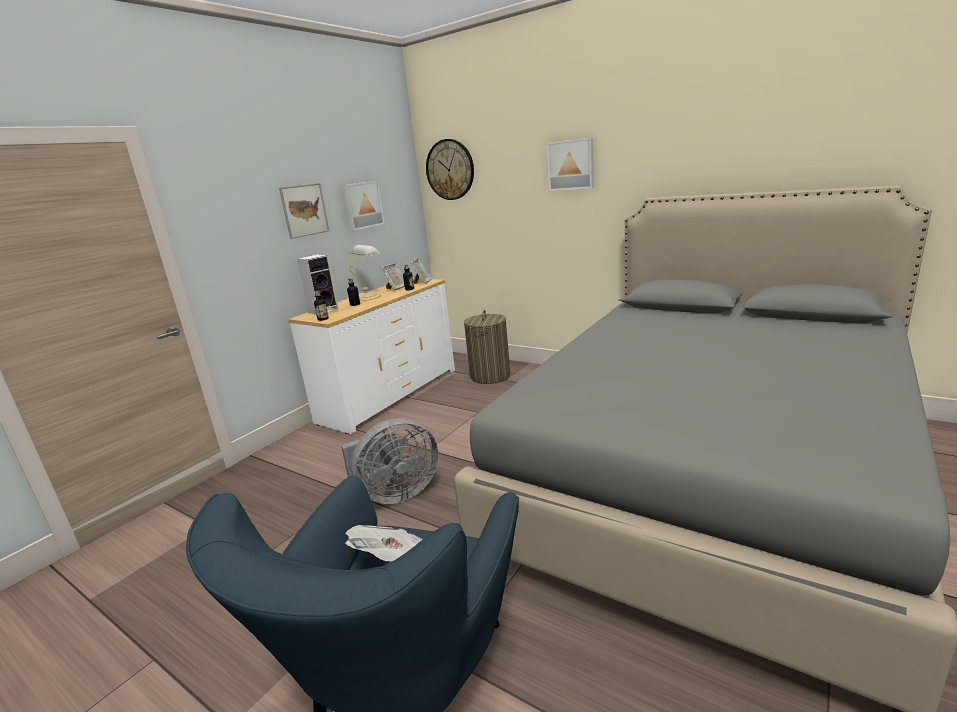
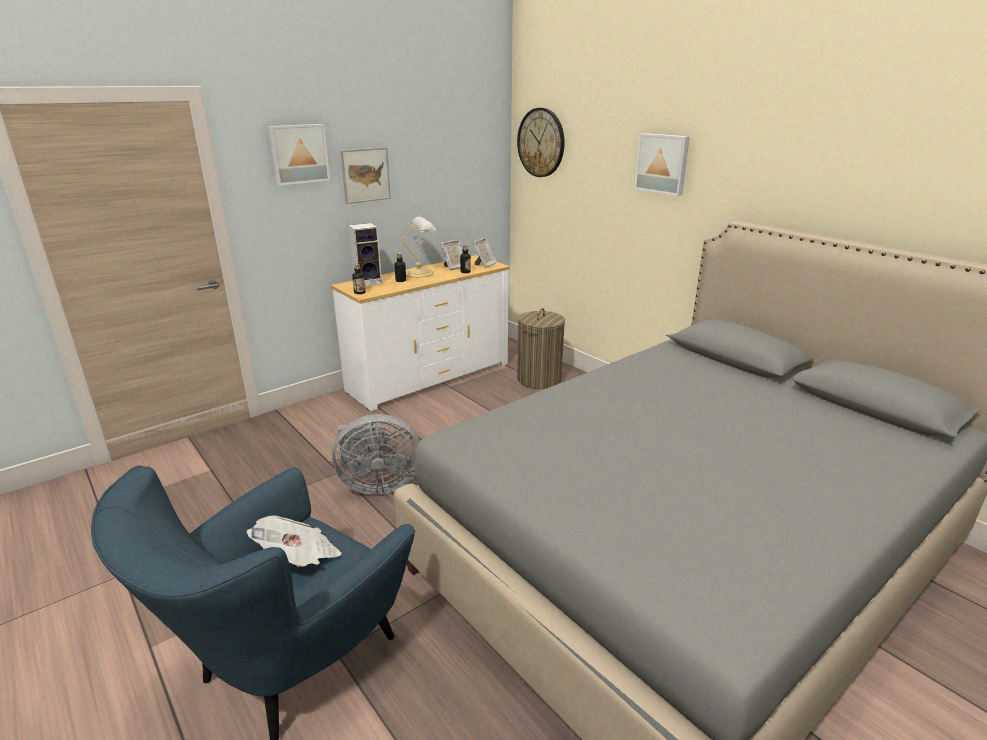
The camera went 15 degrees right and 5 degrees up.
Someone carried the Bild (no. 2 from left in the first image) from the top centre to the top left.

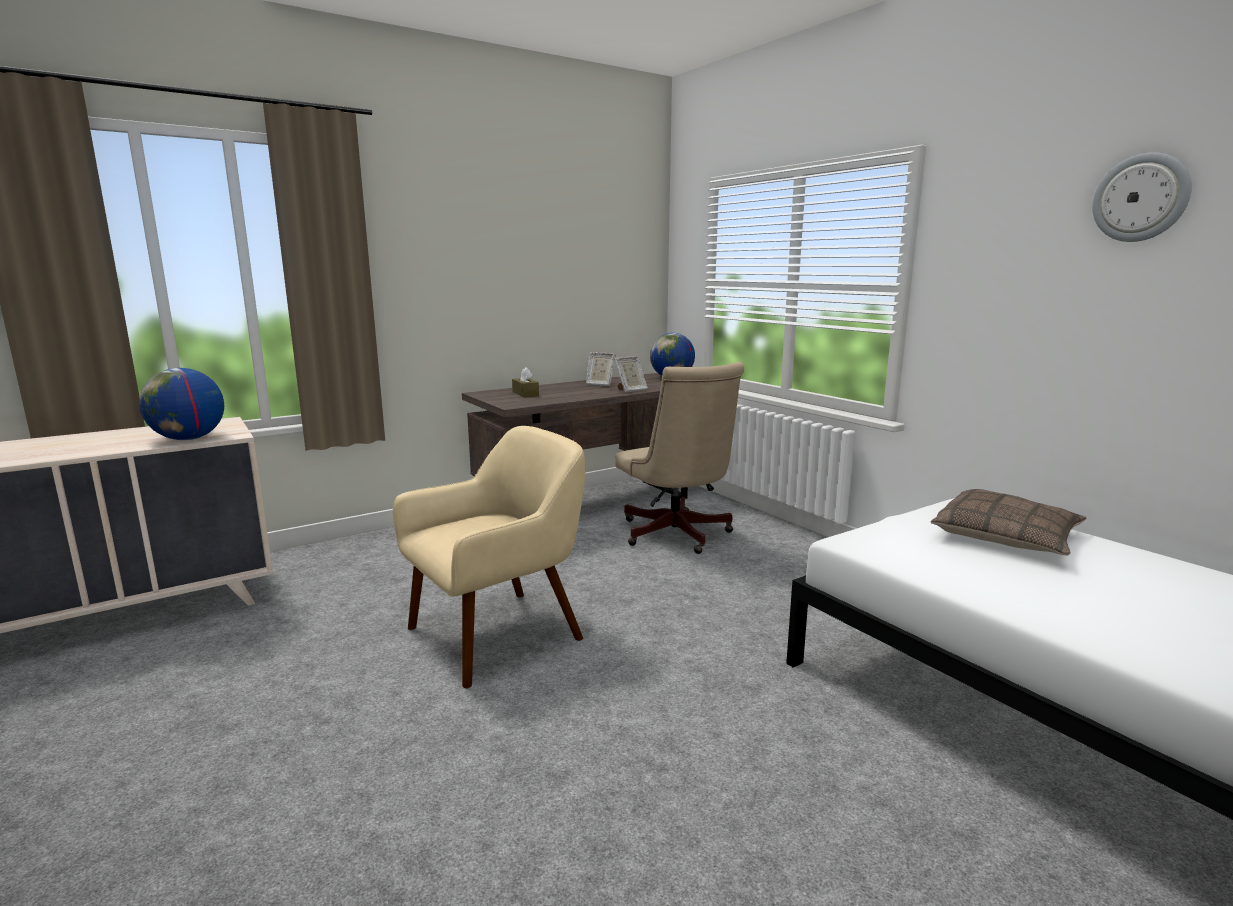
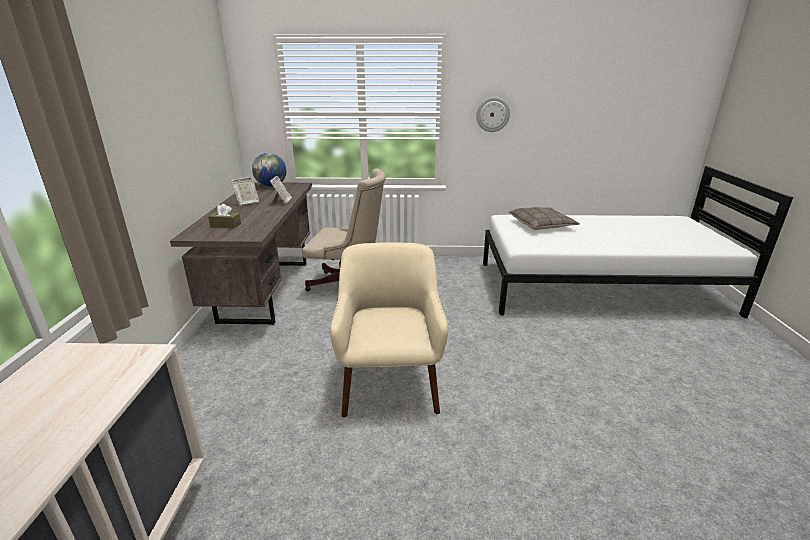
The camera went 55 degrees left and 10 degrees up.
Someone carried the Wanduhr from the top right to the top centre.
Someone took away the Globus (no. 1 from left) at the middle left.

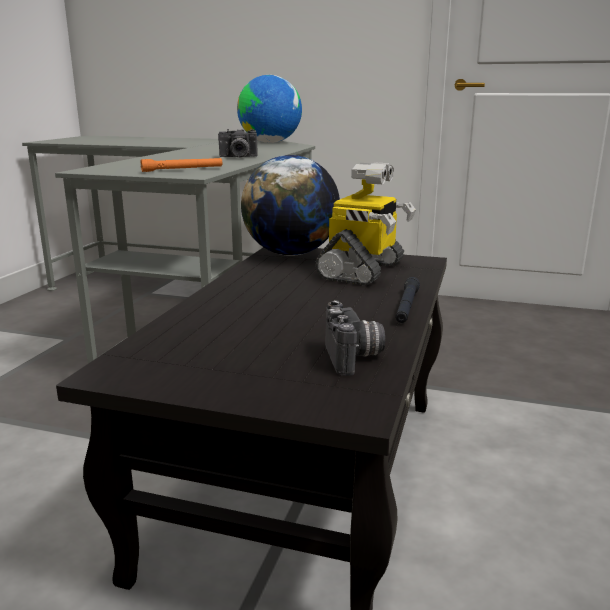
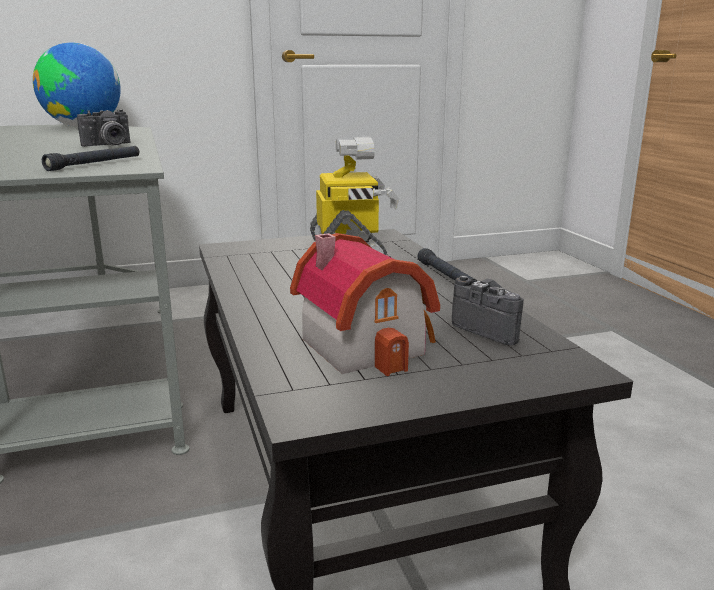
The camera went 35 degrees left and 0 degrees up.
Someone took away the Globus (no. 2 from left) at the centre.
Someone repainted the Taschenlampe [orange] at the top left, which became the Taschenlampe [schwarz] (no. 1 from left) at the top left.
Someone put down the Spielzeughaus at the centre.

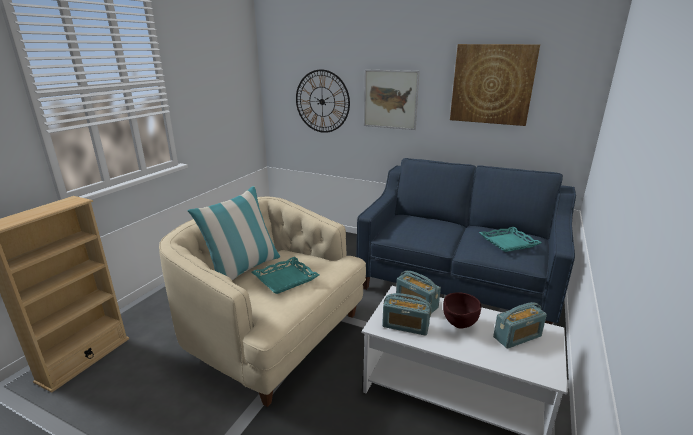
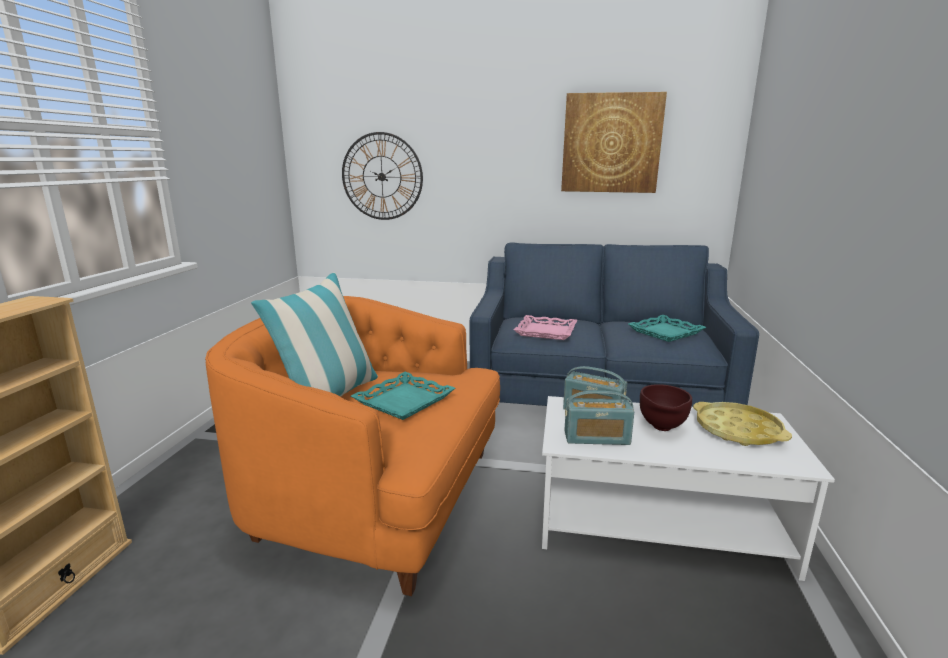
The camera went 15 degrees left and 5 degrees down.
Someone took away the Bild (no. 1 from left) at the top centre.
Someone repainted the Sessel [beige] at the bottom centre, which became the Sessel [orange] at the bottom centre.
Someone swapped the Radio (no. 3 from left) at the bottom right for the Tablett [gelb] at the middle right.
Someone put down the Tablett [rosa] at the centre.

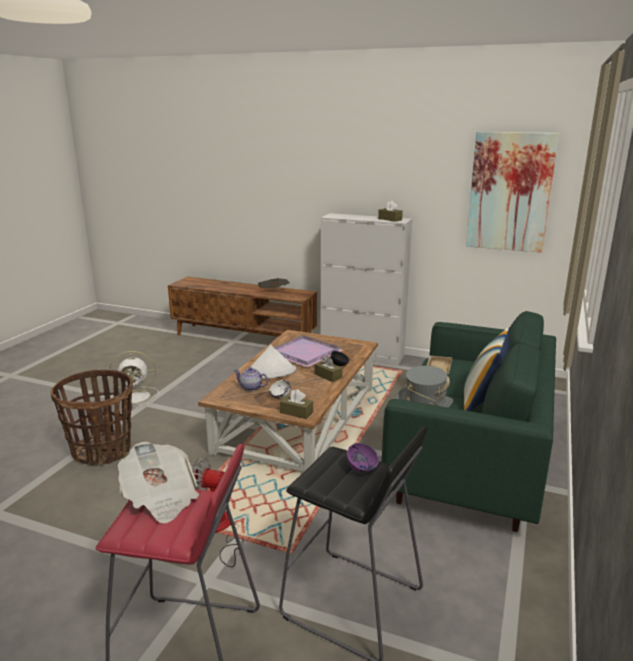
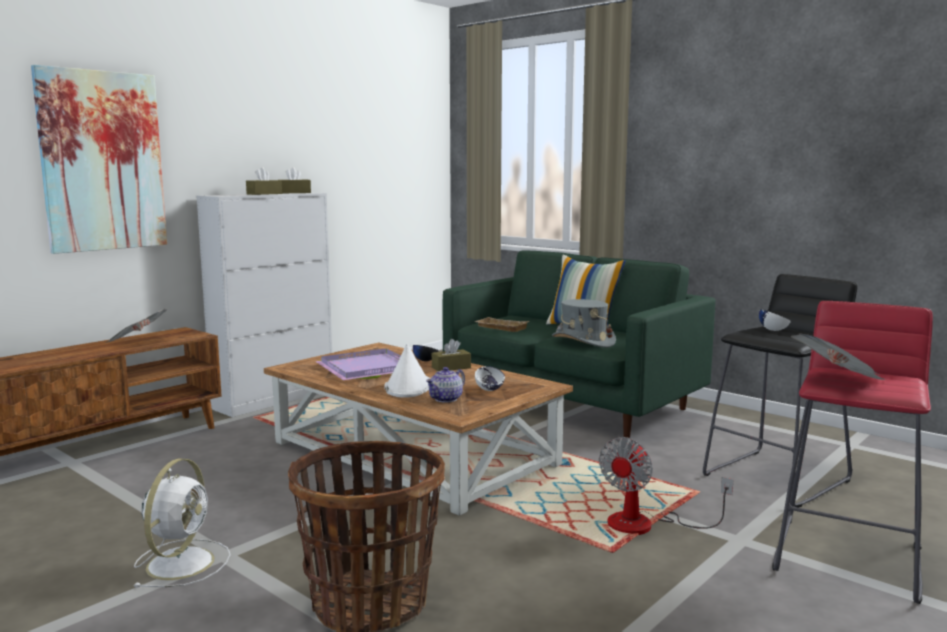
The camera went 70 degrees left and 10 degrees down.
Someone carried the Bild from the top right to the top left.
Someone carried the Taschentuchbox [braun] (no. 1 from left) from the centre to the top left.
Someone repainted the Schüssel [lila] at the bottom centre, which became the Schüssel [weiß] (no. 2 from left) at the middle right.

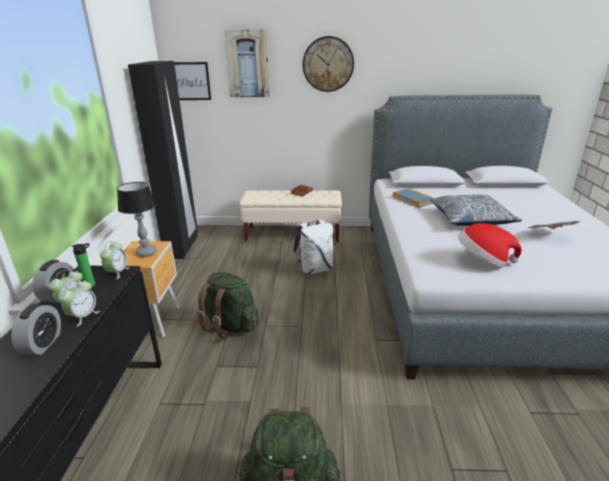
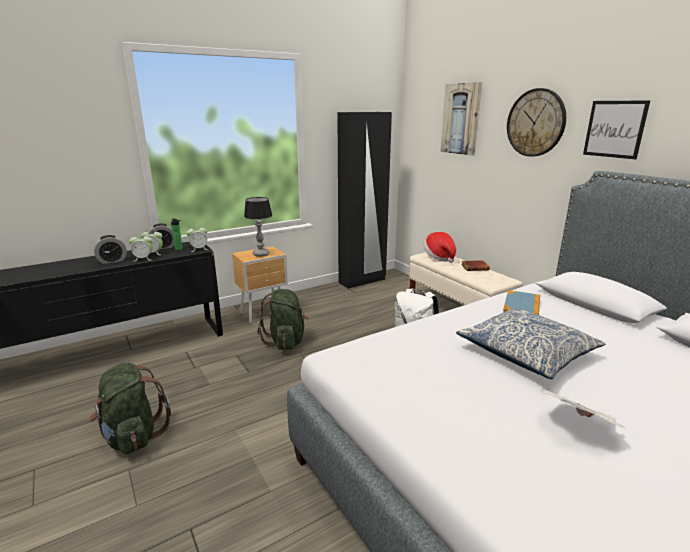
The camera went 55 degrees right and 5 degrees down.
Someone carried the Bild (no. 1 from left in the first image) from the top left to the top right.
Someone carried the Hut from the middle right to the centre.

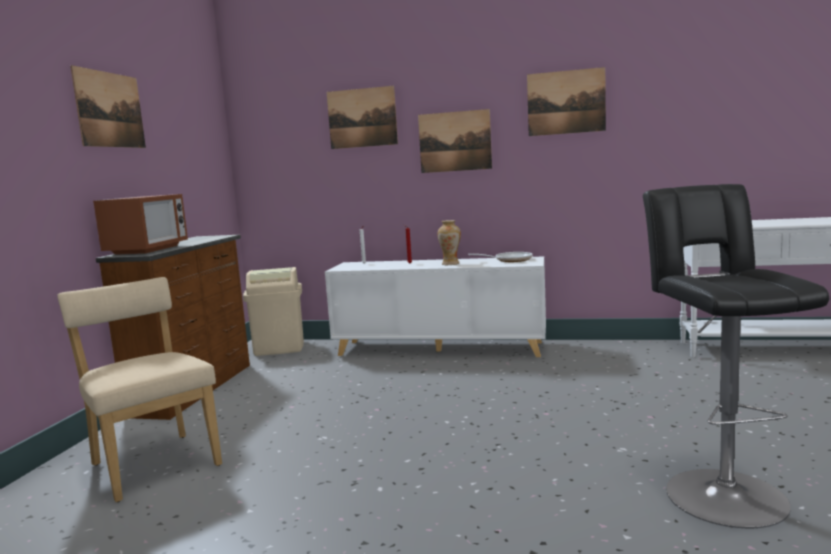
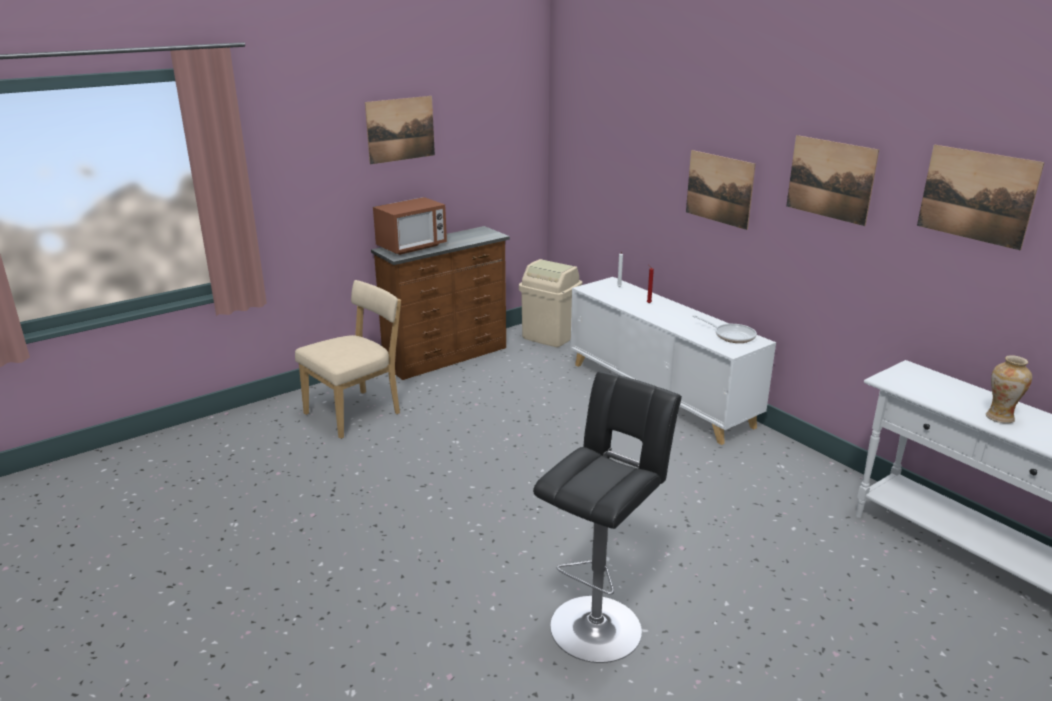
The camera went 40 degrees right and 15 degrees up.
Someone carried the Bild (no. 2 from left in the first image) from the top centre to the top right.
Someone carried the Vase from the centre to the middle right.
Someone rotated the Stuhl [beige] at the bottom left by 45 degrees clockwise.

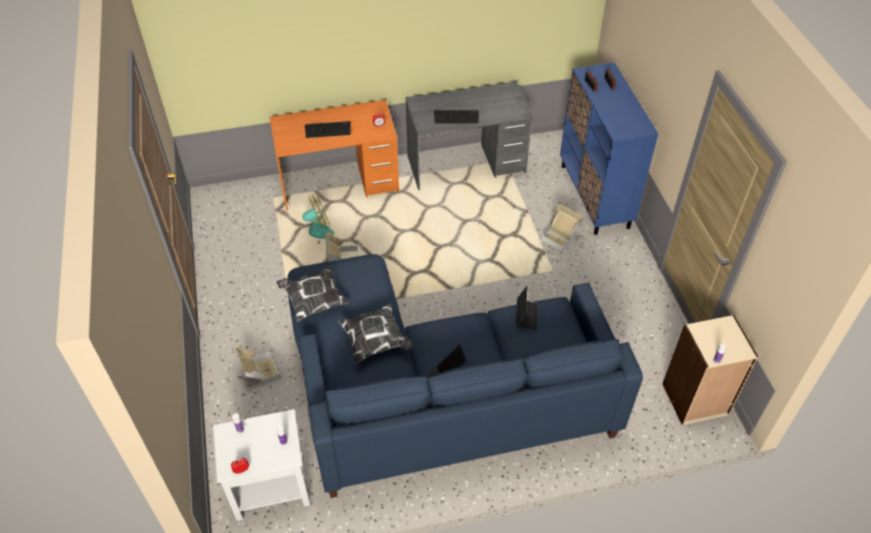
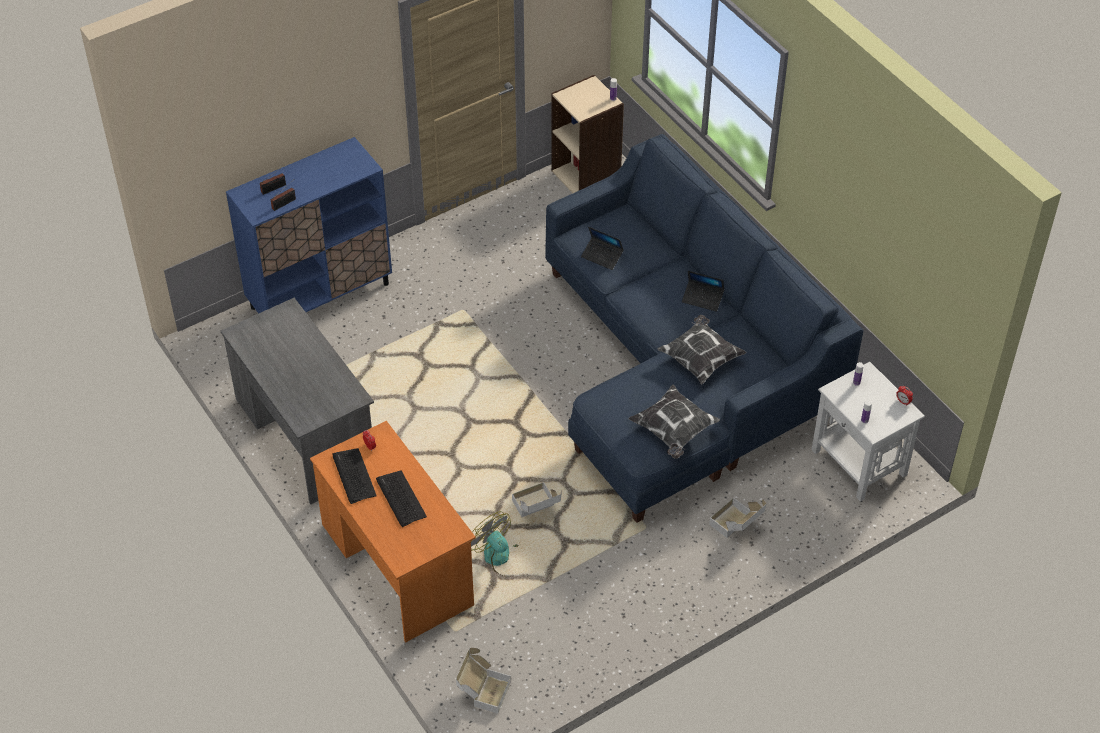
The camera went 110 degrees left and 0 degrees up.
Someone carried the Tastatur (no. 2 from left in the first image) from the top centre to the middle left.
Someone carried the Karton (no. 3 from left in the first image) from the centre to the bottom centre.
Someone rotated the Laptop (no. 2 from left in the first image) at the centre by 135 degrees counterclockwise.

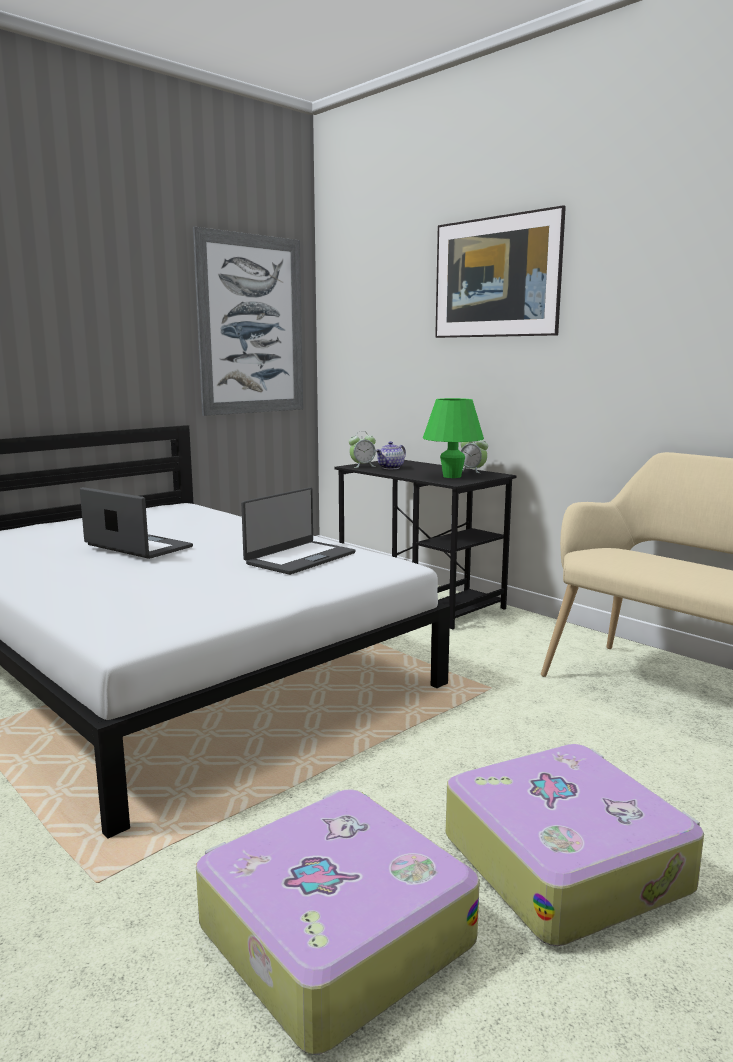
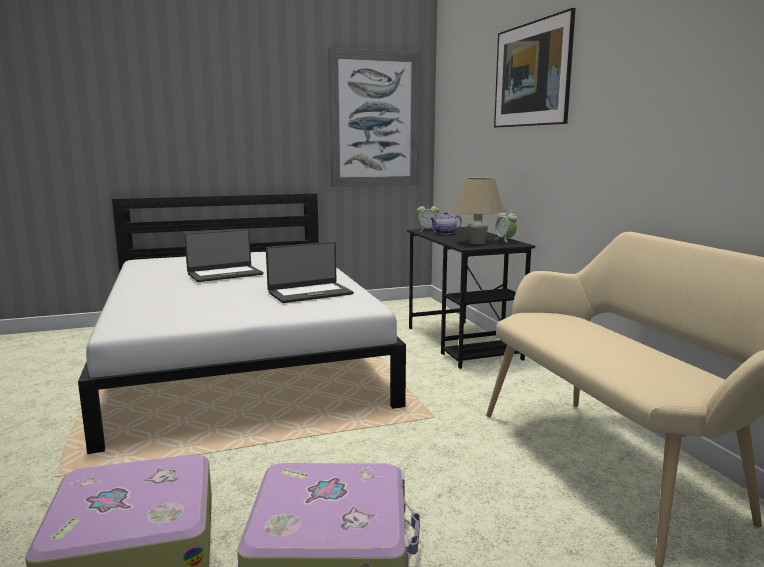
The camera went 25 degrees right and 0 degrees up.
Someone repainted the Tischlampe [grün] at the centre, which became the Tischlampe [beige] at the centre.
Someone rotated the Laptop (no. 1 from left) at the middle left by 90 degrees clockwise.

